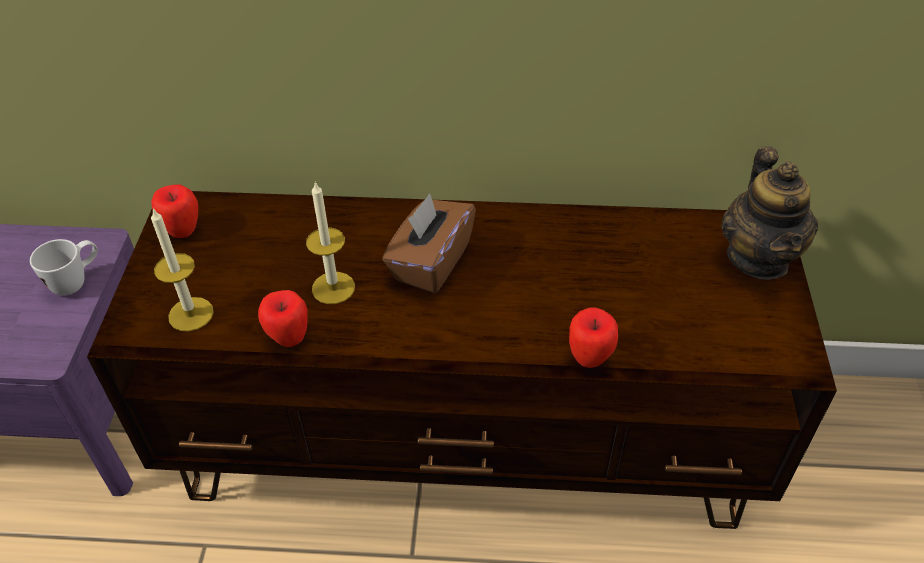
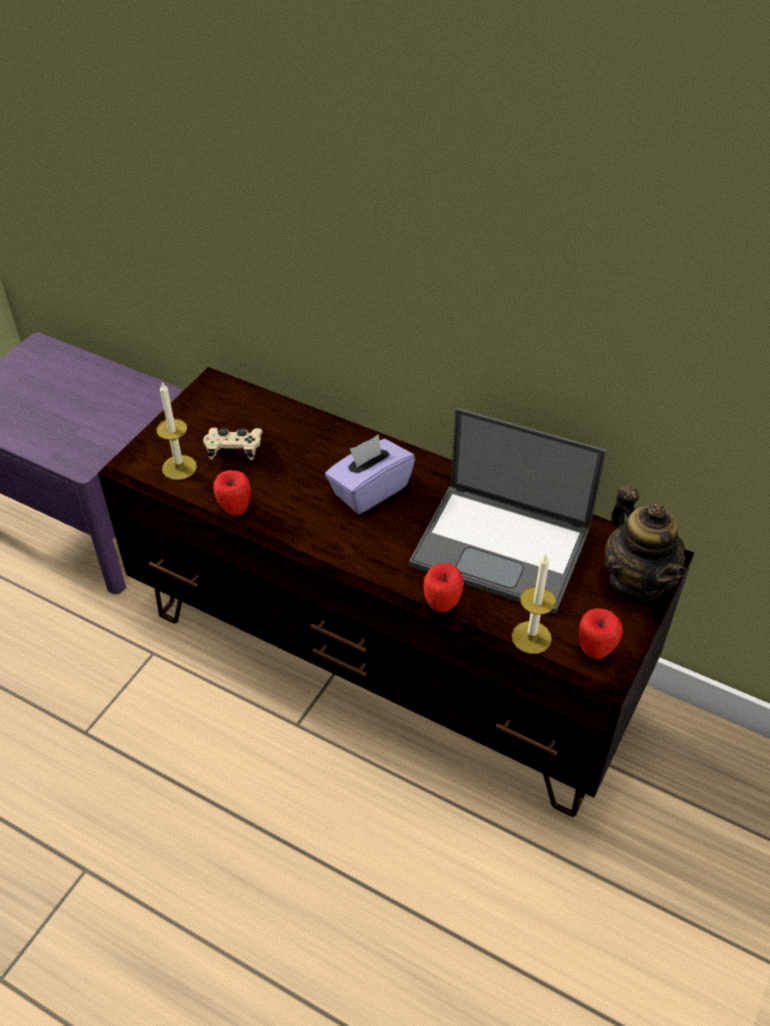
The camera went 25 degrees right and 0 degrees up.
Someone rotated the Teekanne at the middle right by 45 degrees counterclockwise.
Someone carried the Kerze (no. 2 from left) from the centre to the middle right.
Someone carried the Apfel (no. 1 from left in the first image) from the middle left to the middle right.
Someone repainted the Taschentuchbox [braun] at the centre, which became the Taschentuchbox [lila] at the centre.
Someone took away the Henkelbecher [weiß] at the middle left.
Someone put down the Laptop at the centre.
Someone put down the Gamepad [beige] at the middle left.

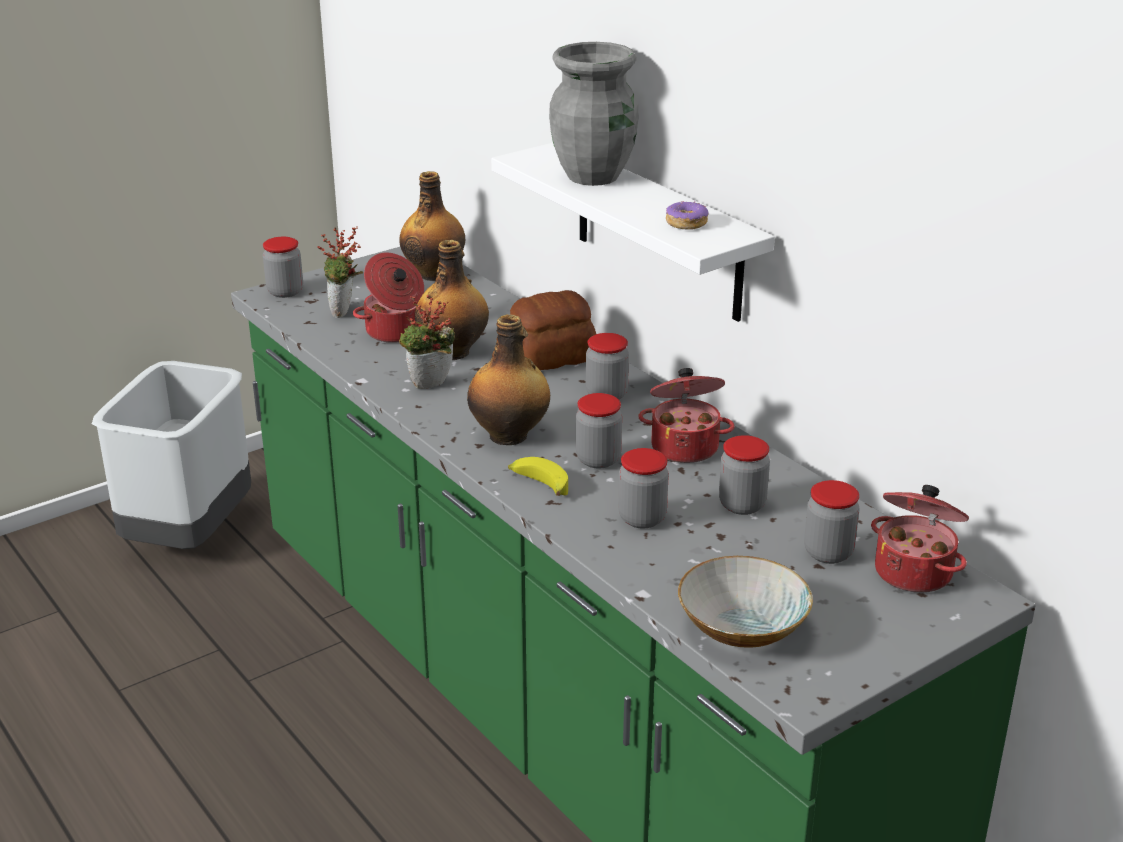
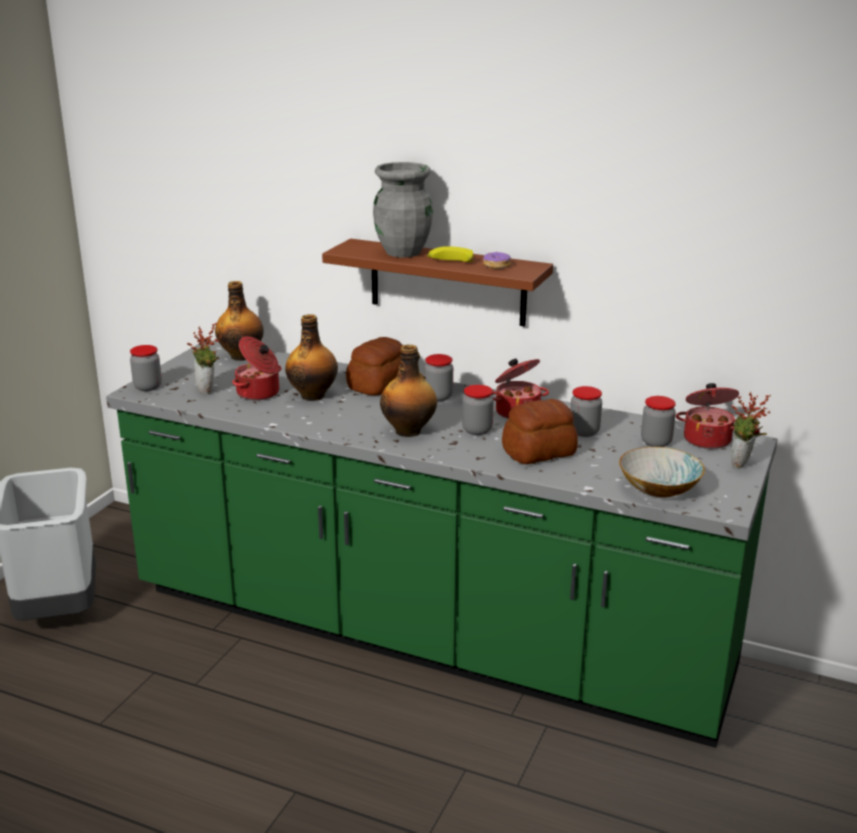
The camera went 30 degrees left and 5 degrees down.
Someone repainted the Wandregal [weiß] at the top centre, which became the Wandregal [braun] at the centre.
Someone carried the Topfpflanze (no. 2 from left) from the centre to the middle right.
Someone swapped the Vorratsglas (no. 4 from left) at the centre for the Brot (no. 2 from left) at the centre.
Someone carried the Banane from the centre to the top centre.

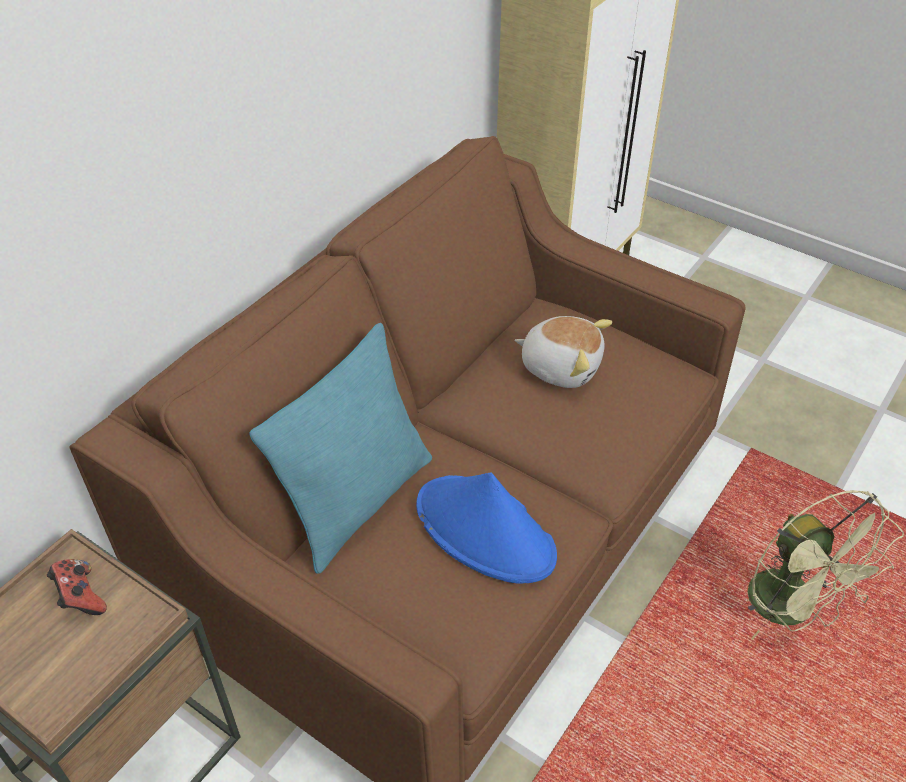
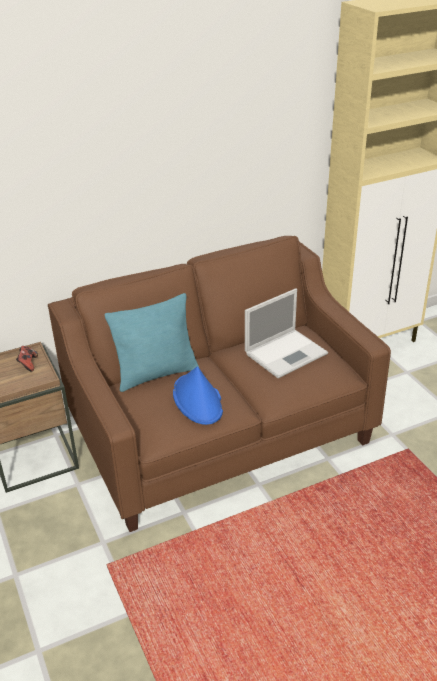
The camera went 30 degrees right and 10 degrees down.
Someone swapped the Plüschtier at the centre for the Laptop at the centre.
Someone took away the Ventilator [grün] at the bottom right.

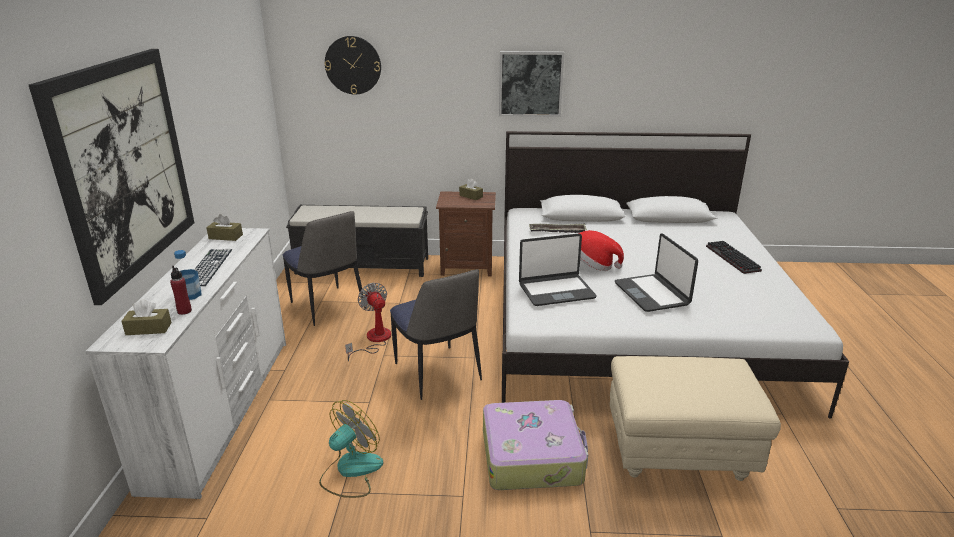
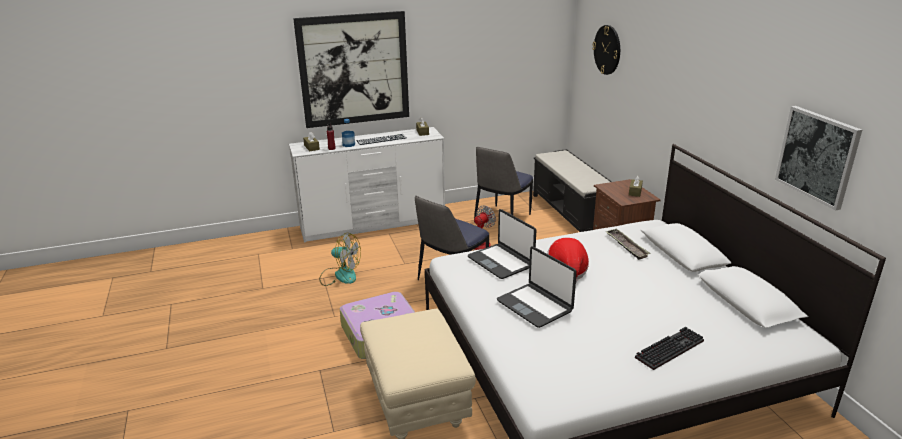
The camera went 70 degrees right and 0 degrees up.
Someone carried the Bild (no. 2 from left) from the top centre to the middle right.
Someone rotated the Laptop (no. 2 from left) at the middle right by 90 degrees counterclockwise.

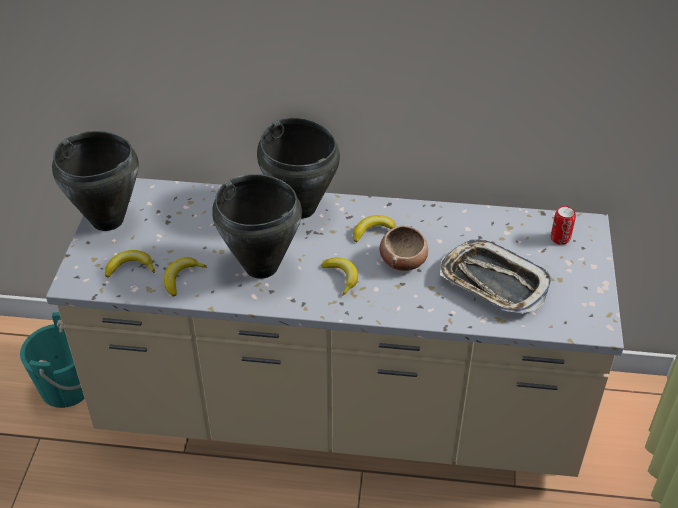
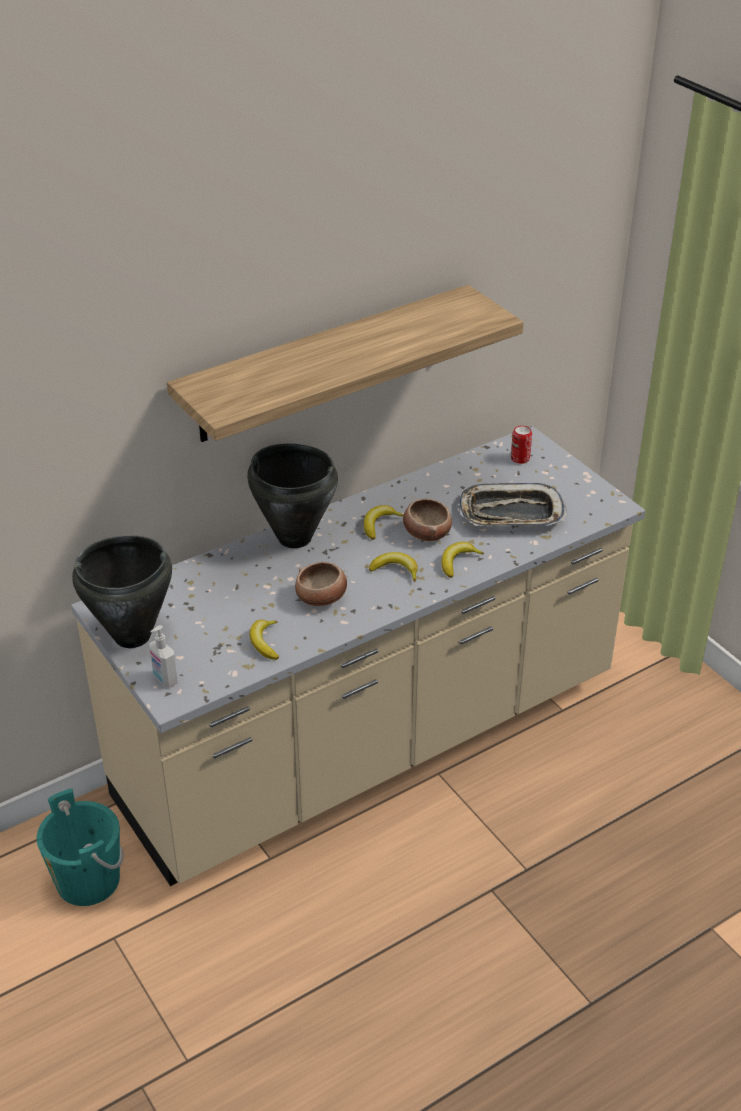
The camera went 40 degrees left and 5 degrees down.
Someone swapped the Kochtopf [schwarz] (no. 2 from left) at the centre for the Schüssel (no. 1 from left) at the centre.
Someone carried the Banane (no. 1 from left in the first image) from the middle left to the centre.
Someone put up the Wandregal at the top centre.
Someone put down the Seifenspender at the middle left.

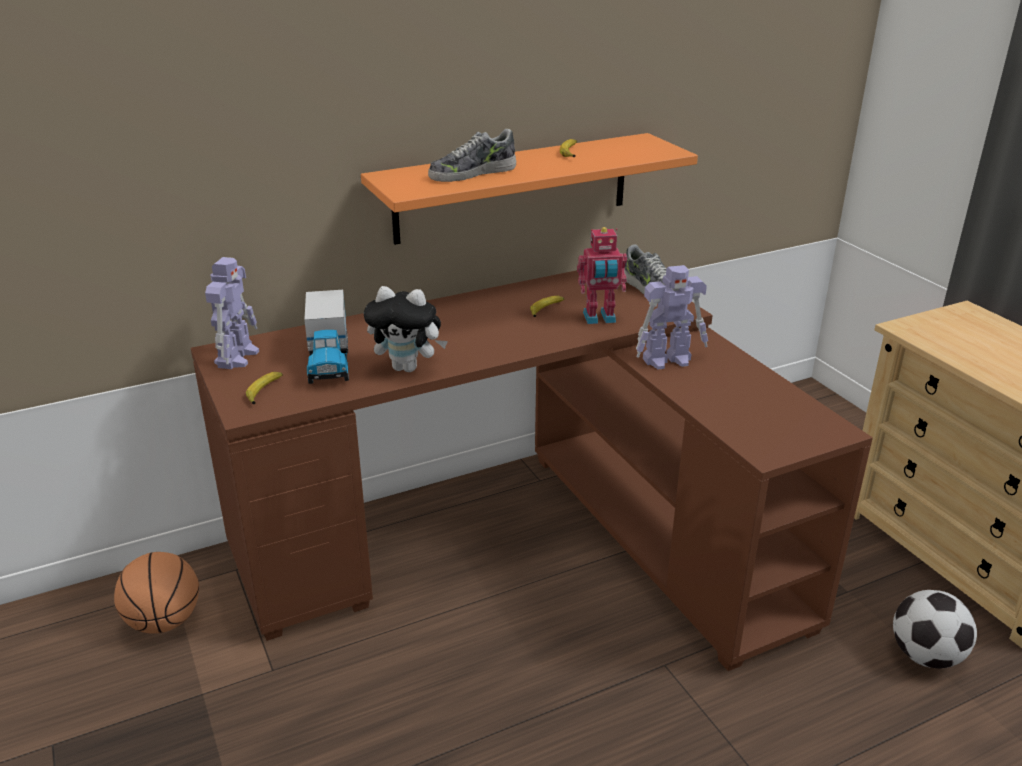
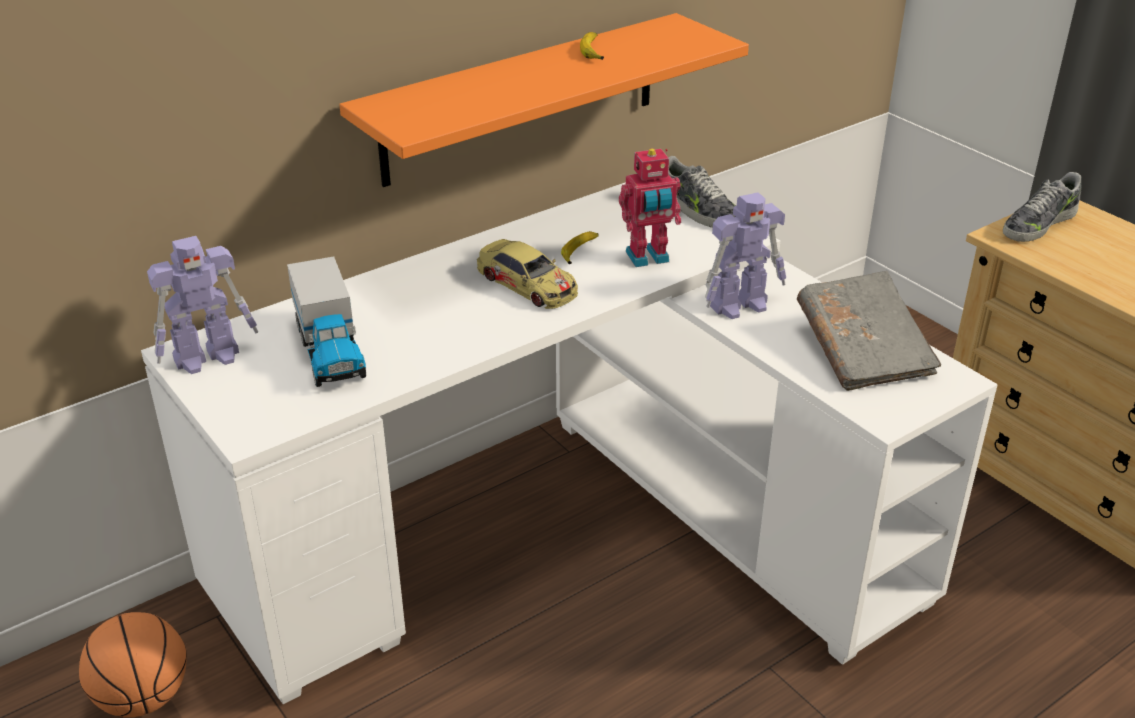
The camera went 10 degrees left and 5 degrees up.
Someone carried the Schuh (no. 1 from left in the first image) from the top centre to the top right.
Someone rotated the Spielzeugroboter (no. 1 from left) at the middle left by 60 degrees clockwise.
Someone repainted the Schreibtisch [braun] at the centre, which became the Schreibtisch [weiß] at the centre.
Someone took away the Plüschtier at the centre.
Someone took away the Banane (no. 1 from left) at the middle left.
Someone took away the Fußball at the bottom right.
Someone put down the Spielzeugauto at the centre.
Someone put down the Buch [grau] at the middle right.

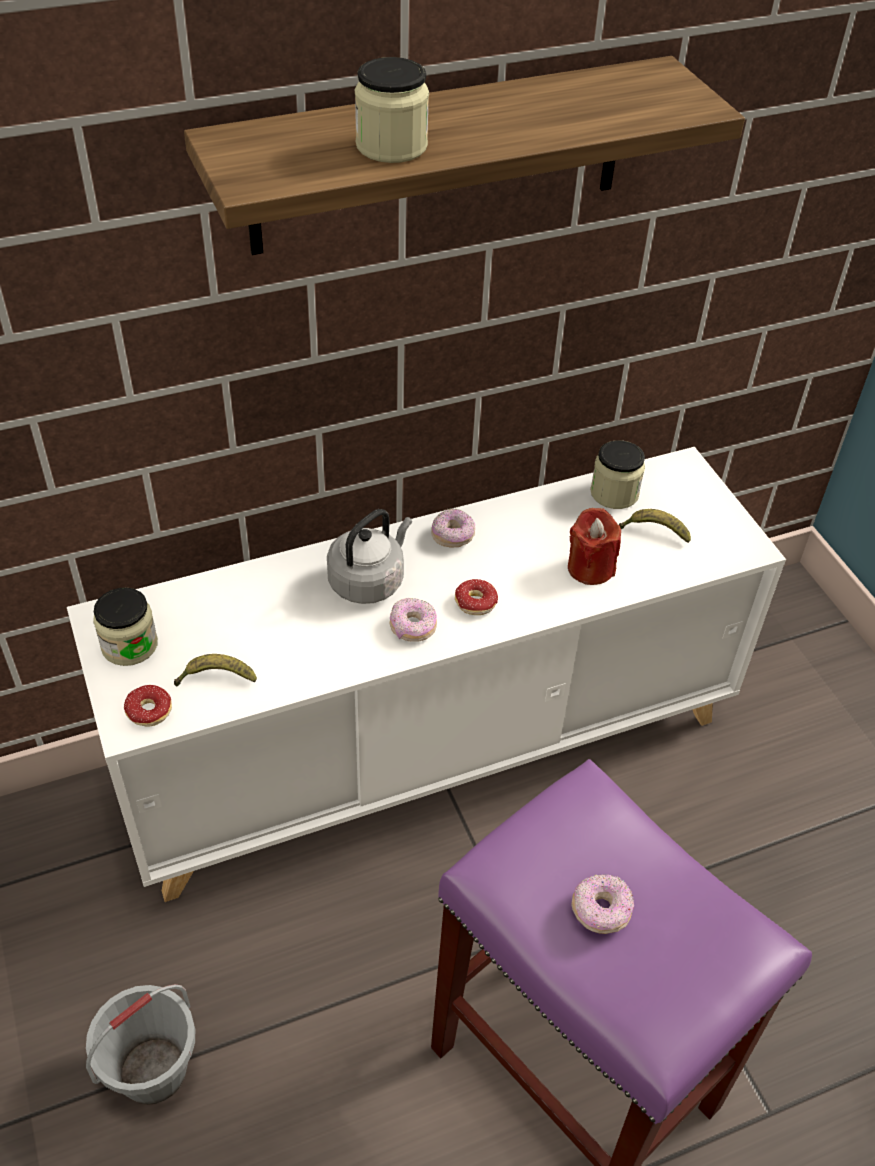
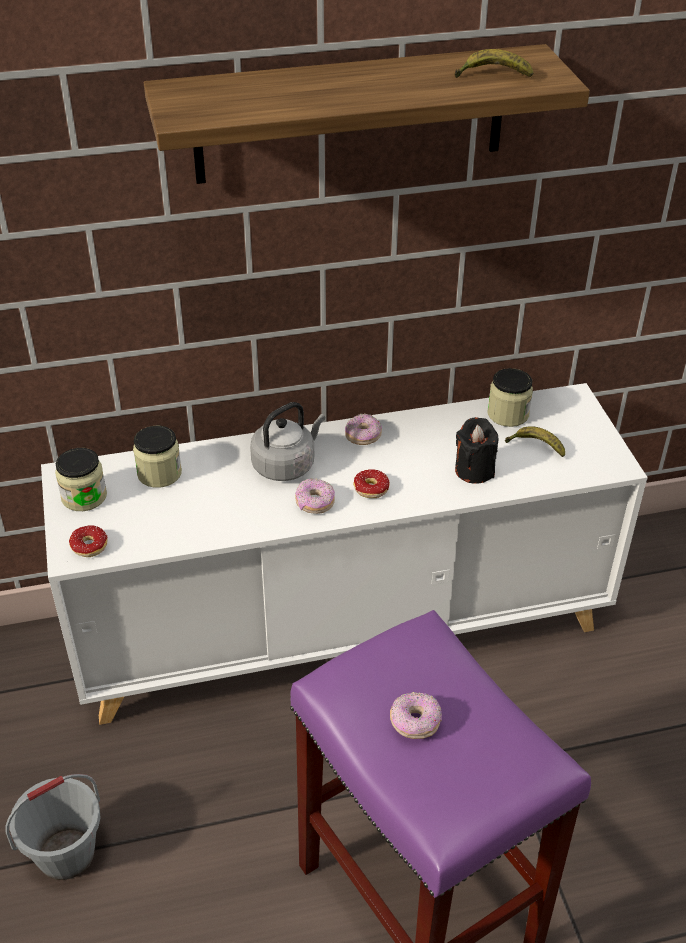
The camera went 10 degrees right and 5 degrees down.
Someone carried the Vorratsglas (no. 2 from left) from the top centre to the middle left.
Someone repainted the Kerze [rot] at the middle right, which became the Kerze [schwarz] at the middle right.
Someone carried the Banane (no. 1 from left) from the middle left to the top right.

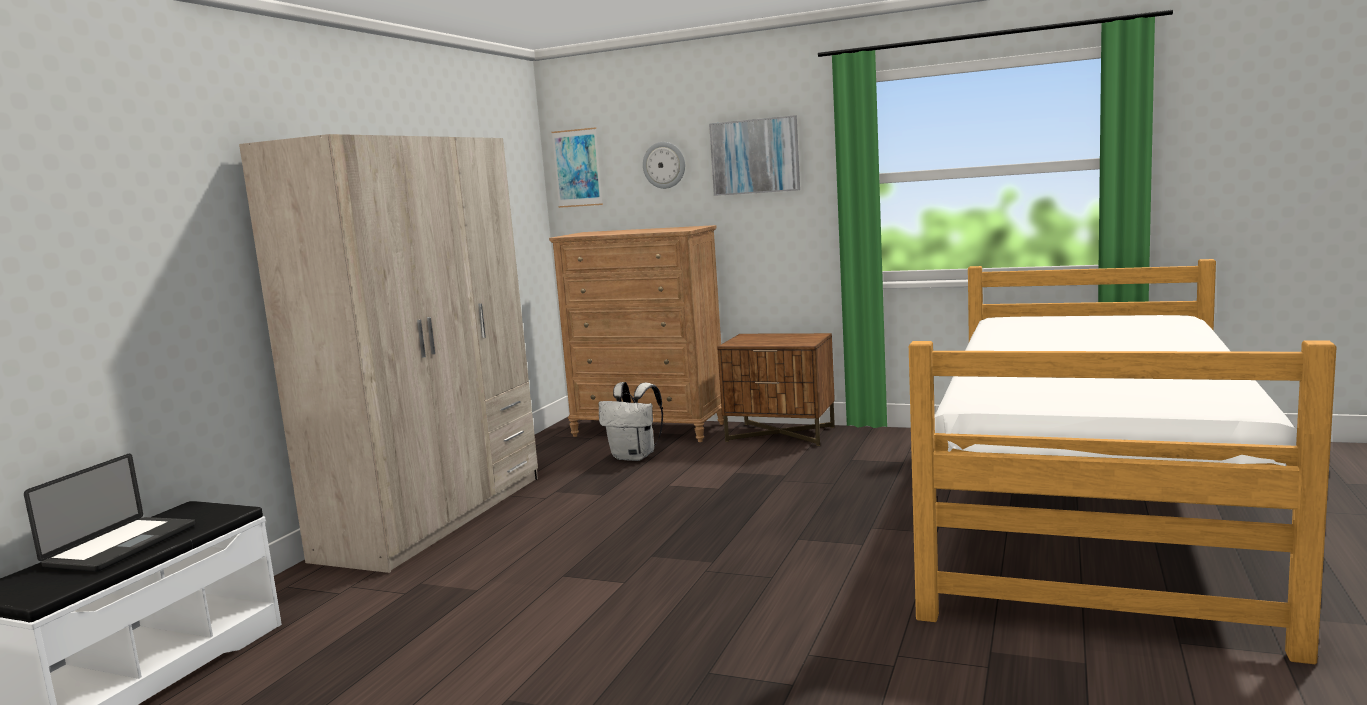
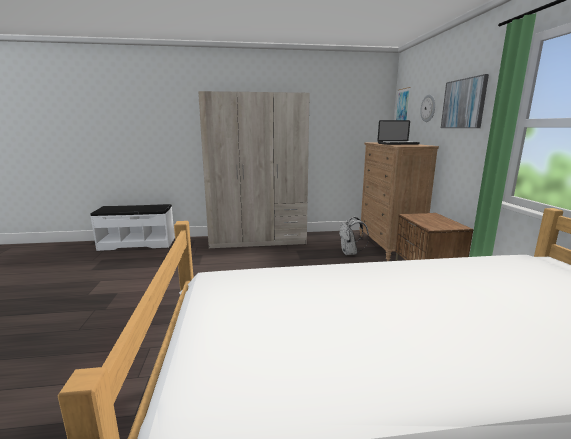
The camera went 60 degrees right and 5 degrees up.
Someone carried the Laptop from the bottom left to the top right.

